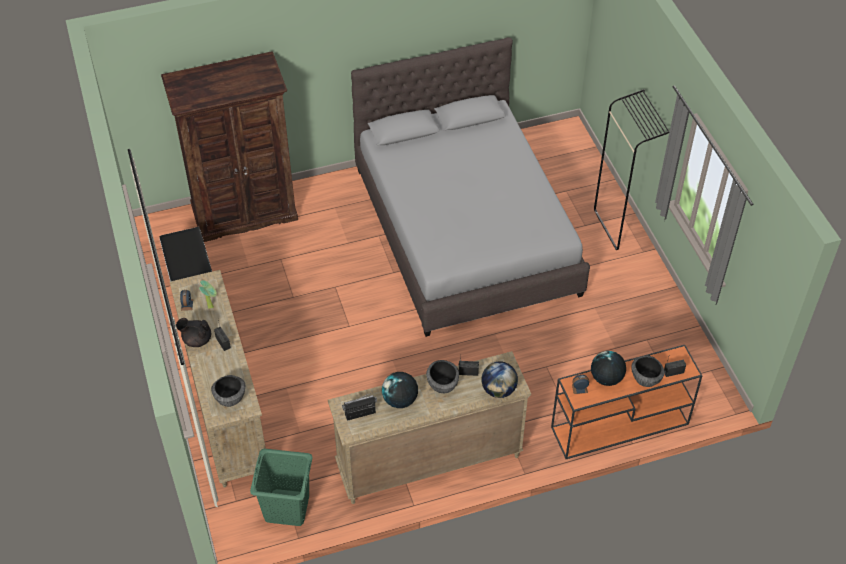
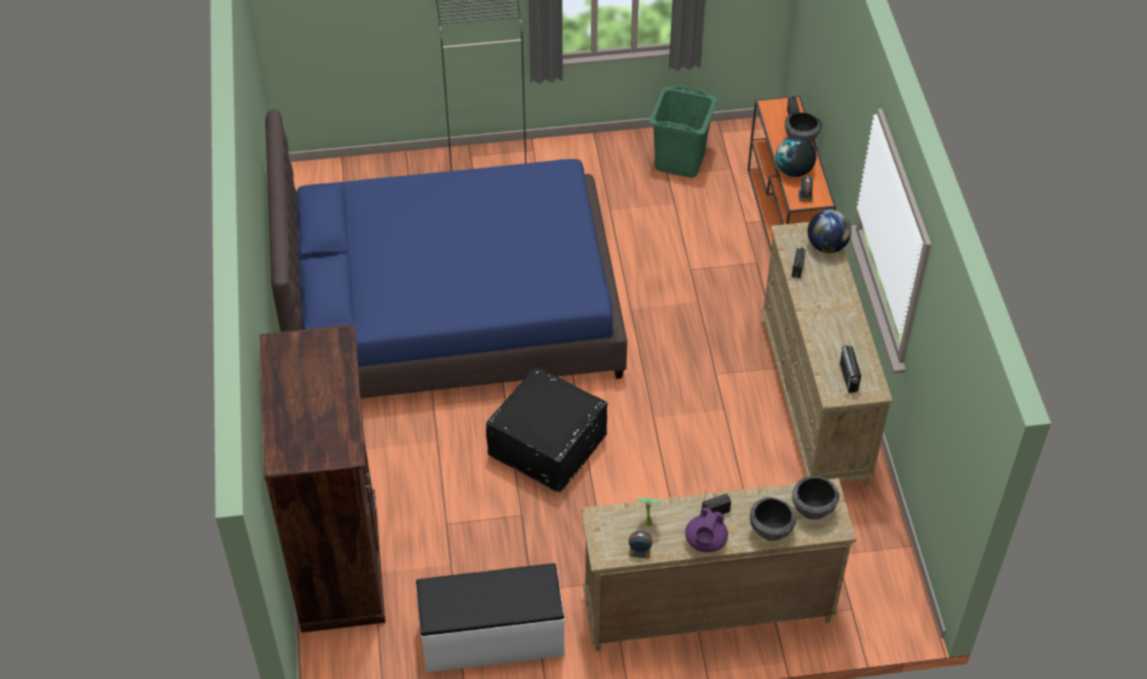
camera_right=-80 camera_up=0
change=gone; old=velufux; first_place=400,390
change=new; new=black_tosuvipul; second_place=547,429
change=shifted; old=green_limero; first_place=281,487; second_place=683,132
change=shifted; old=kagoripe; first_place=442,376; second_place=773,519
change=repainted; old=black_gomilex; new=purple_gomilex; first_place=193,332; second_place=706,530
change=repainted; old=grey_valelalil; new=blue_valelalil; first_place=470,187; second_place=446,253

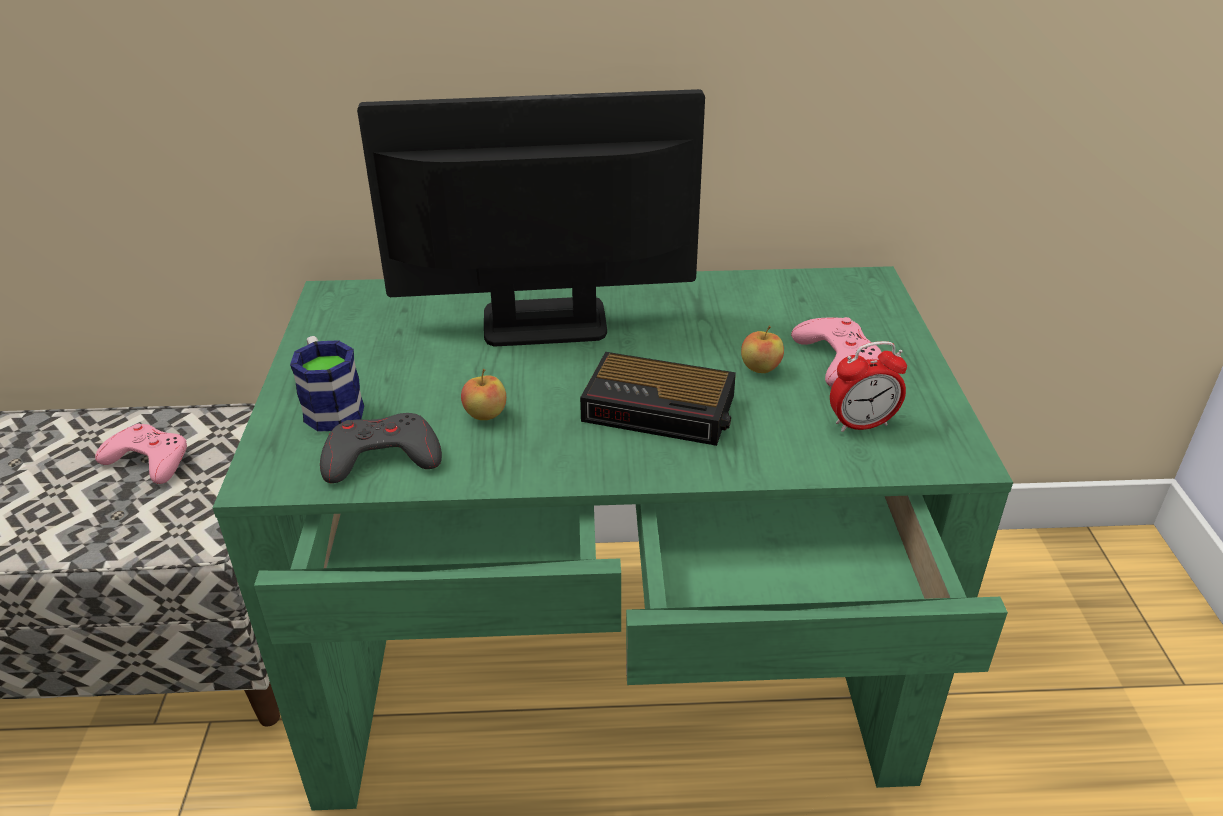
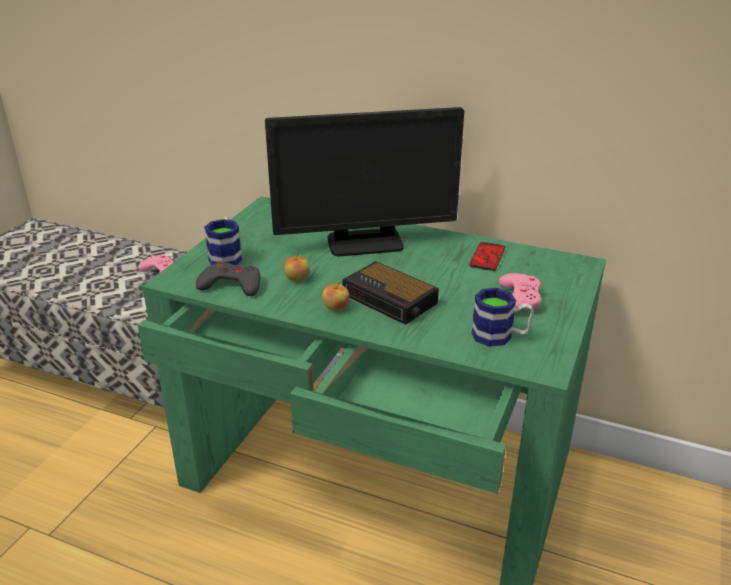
camera_right=25 camera_up=-5
change=new; new=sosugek; second_place=487,256
change=shifted; old=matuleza; first_place=762,349; second_place=335,296
change=swapped; old=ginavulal; new=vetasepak; first_place=868,386; second_place=503,317
change=rotated; old=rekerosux; first_place=531,218; second_place=364,182; degrees=150

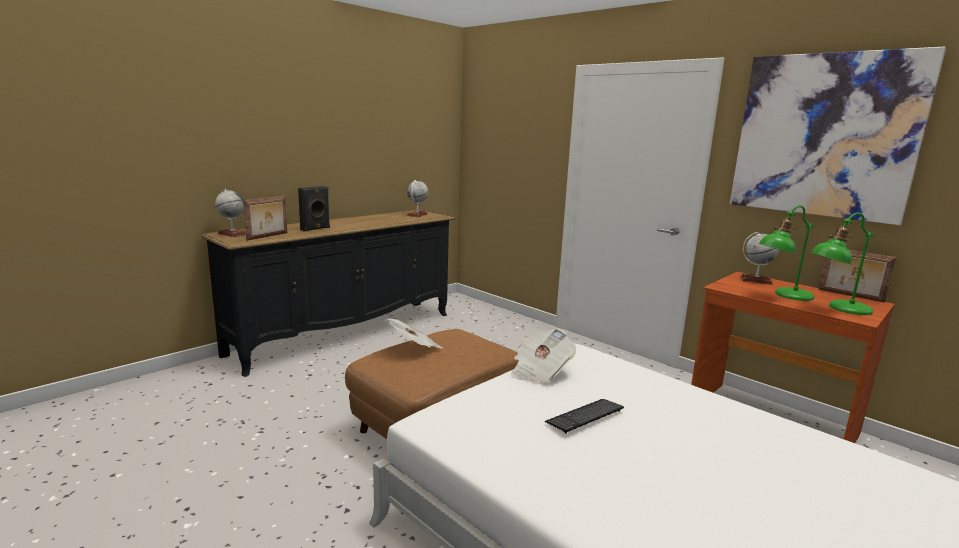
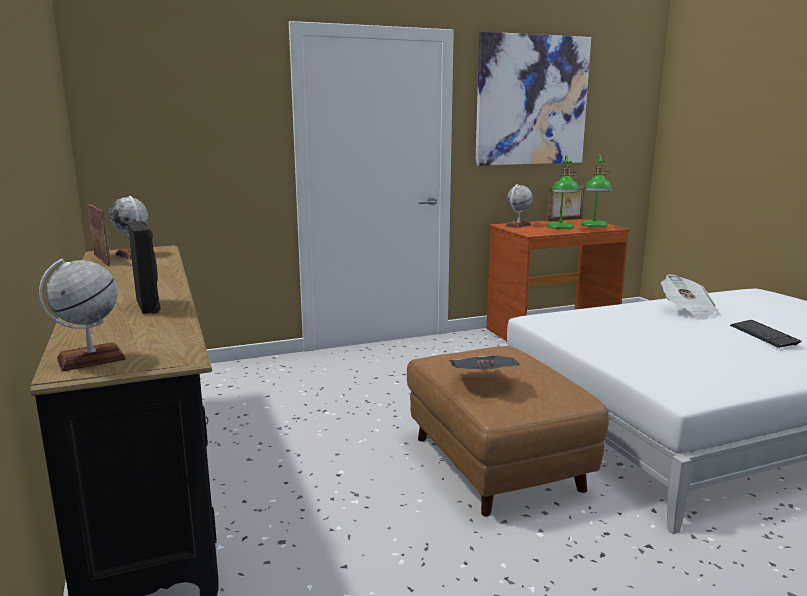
camera_right=-65 camera_up=0
change=shifted; old=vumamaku; first_place=265,218; second_place=99,235
change=shifted; old=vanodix; first_place=543,356; second_place=690,297
change=shifted; old=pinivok; first_place=584,416; second_place=766,334

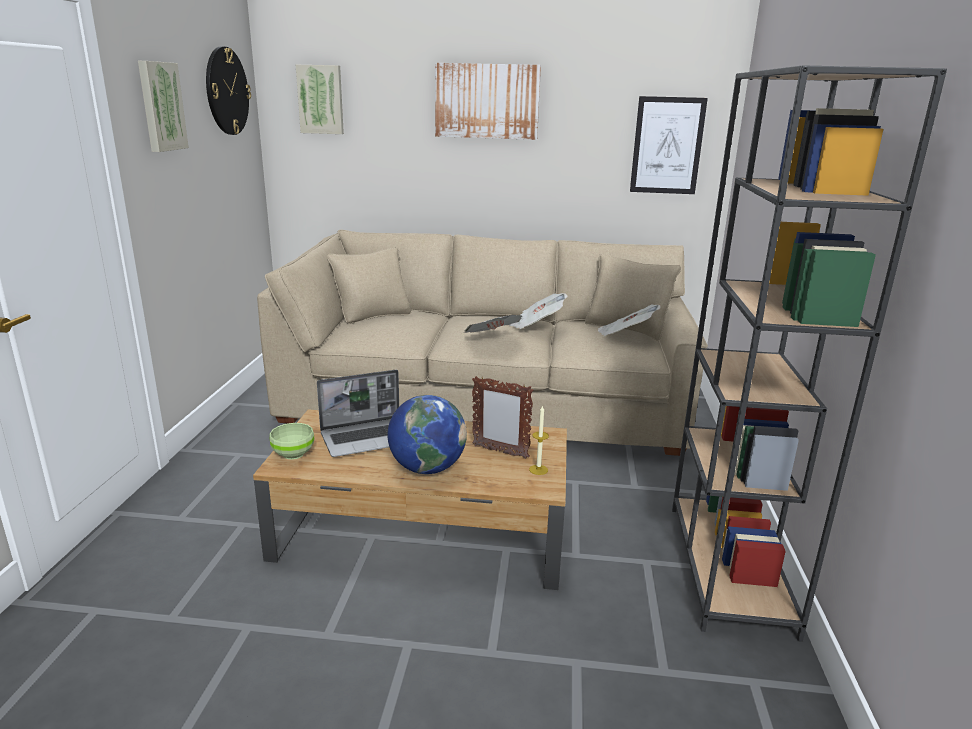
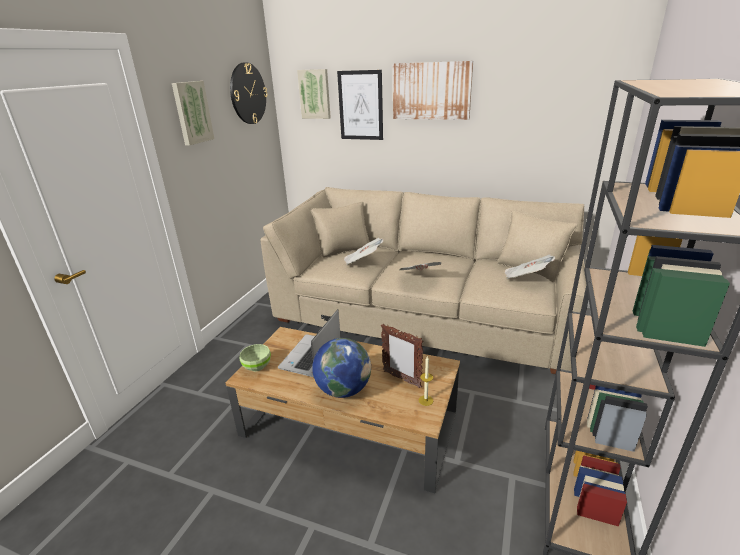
camera_right=15 camera_up=5
change=shifted; old=vanodix; first_place=539,311; second_place=363,251
change=shifted; old=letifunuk; first_place=669,145; second_place=360,105
change=rotated; old=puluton; first_place=358,413; second_place=309,343; degrees=120

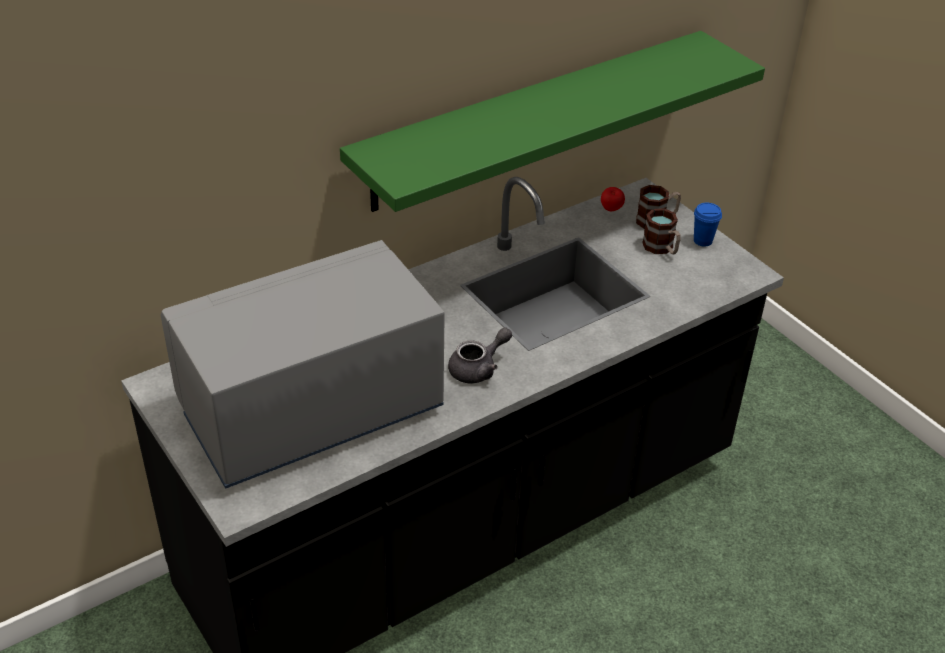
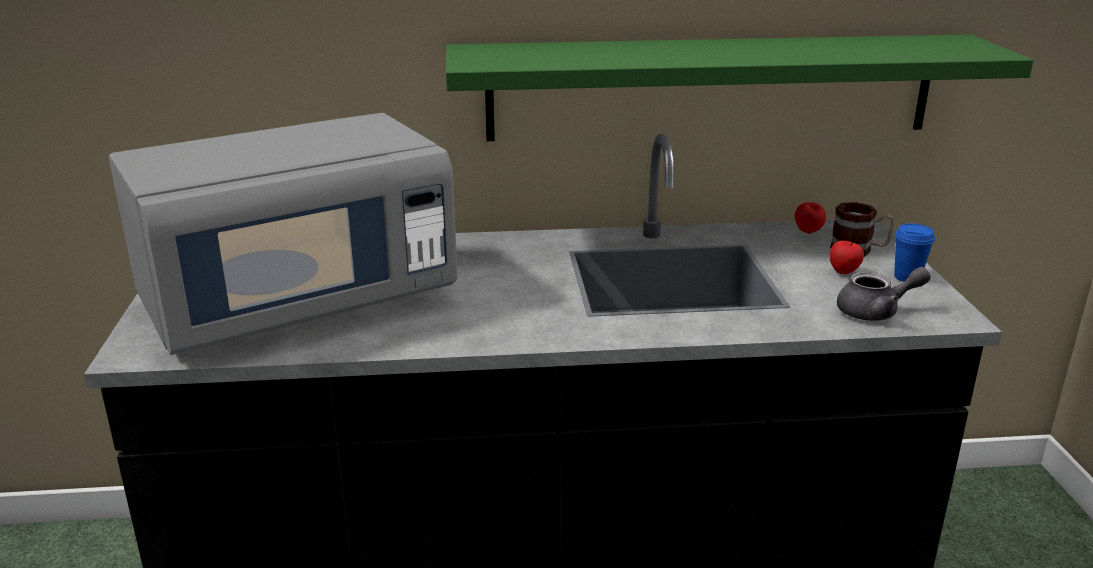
camera_right=30 camera_up=-15
change=shifted; old=grey_gomilex; first_place=480,355; second_place=884,294
change=swapped; old=vetasepak; new=matuleza; first_place=661,231; second_place=847,257
change=rotated; old=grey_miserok; first_place=302,364; second_place=283,234; degrees=150

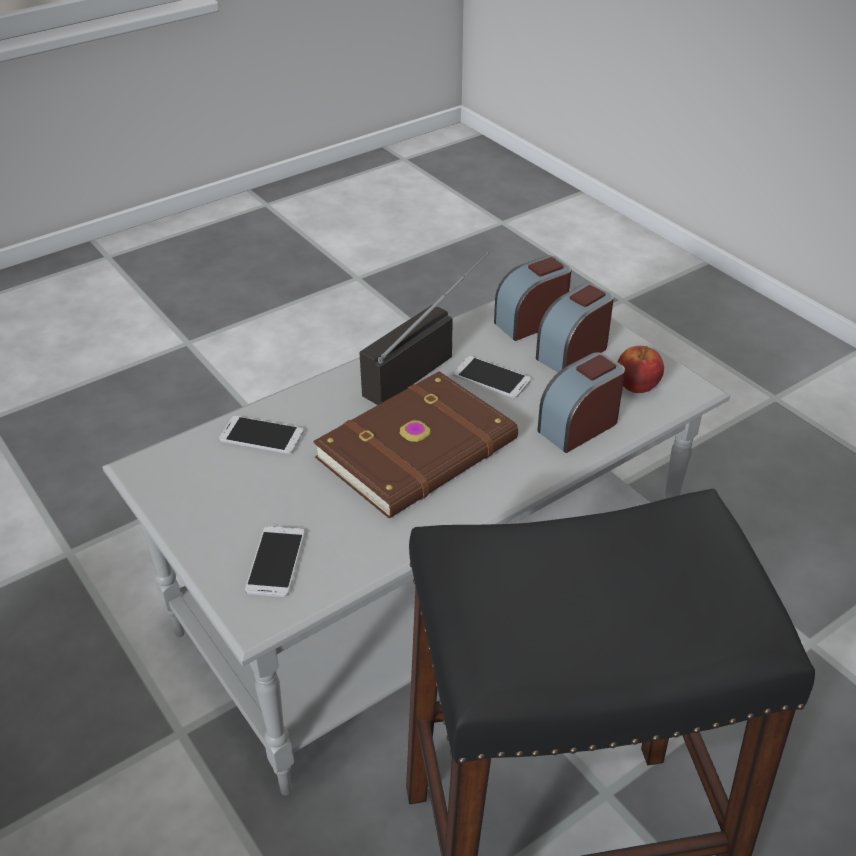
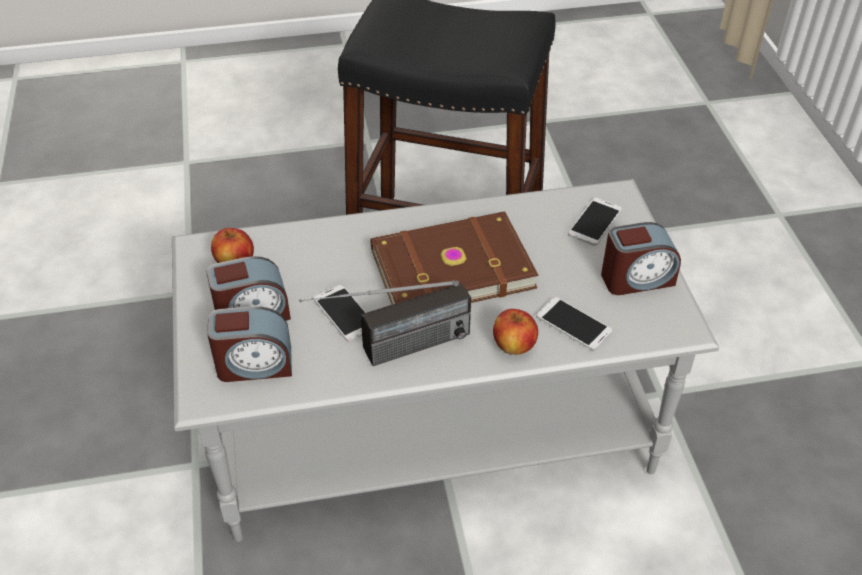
camera_right=-155 camera_up=5
change=new; new=matuleza; second_place=515,332
change=shifted; old=ginavulal; first_place=581,402; second_place=641,258

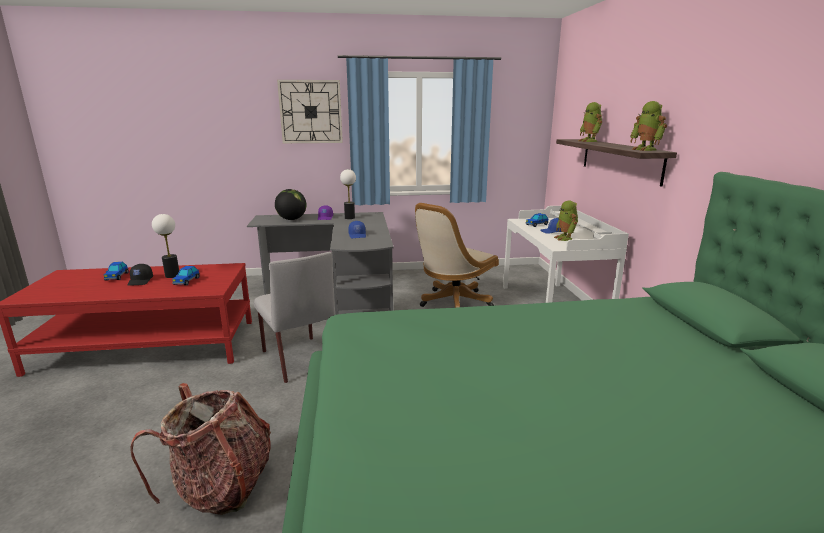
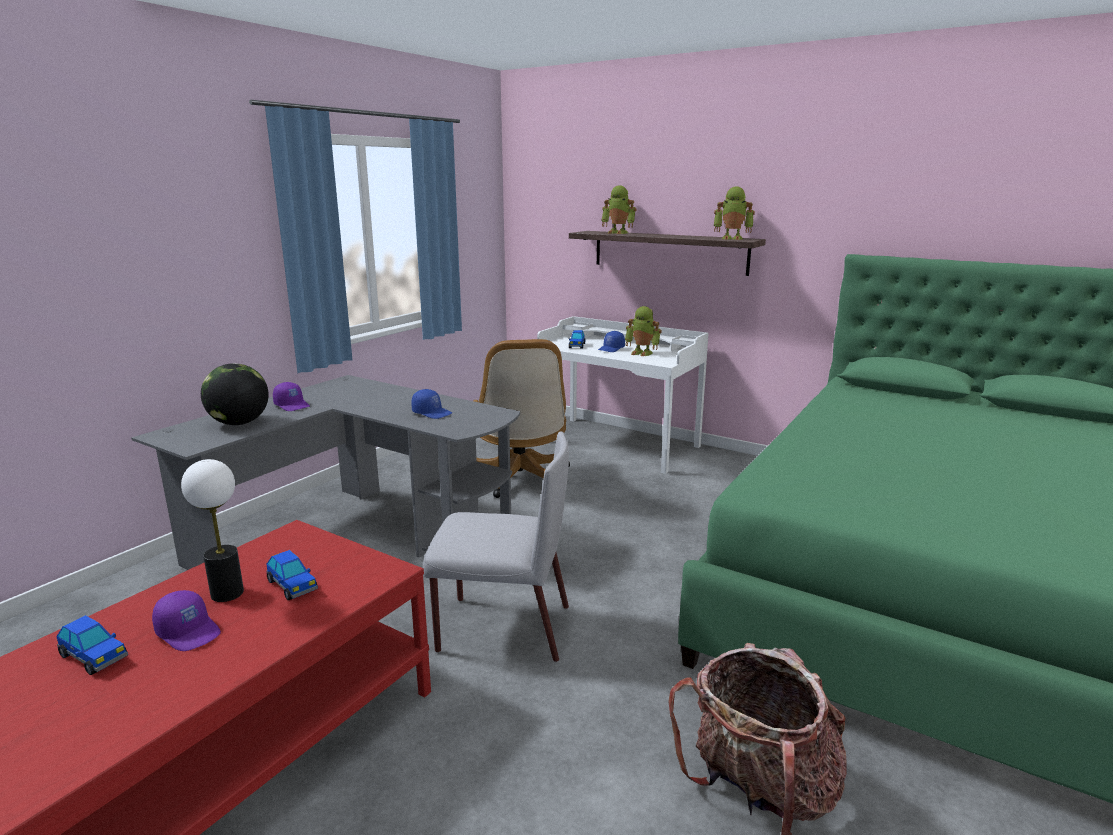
camera_right=-50 camera_up=0
change=gone; old=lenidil; first_place=310,111
change=gone; old=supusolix; first_place=348,194
change=repainted; old=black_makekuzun; new=purple_makekuzun; first_place=140,275; second_place=186,620

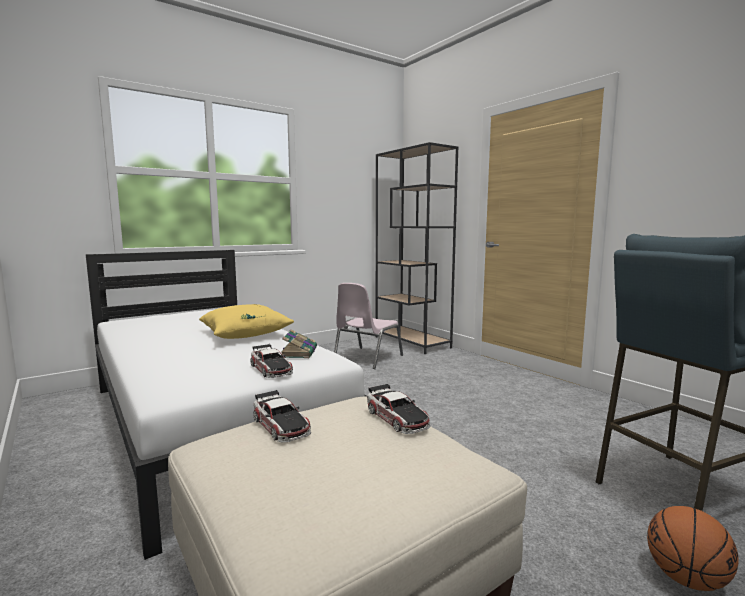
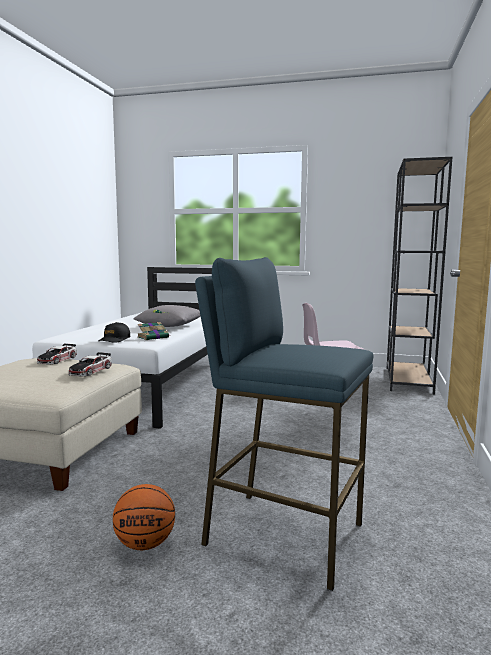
camera_right=50 camera_up=0
change=swapped; old=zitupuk; new=black_makekuzun; first_place=272,361; second_place=114,332
change=repainted; old=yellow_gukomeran; new=grey_gukomeran; first_place=246,321; second_place=167,316

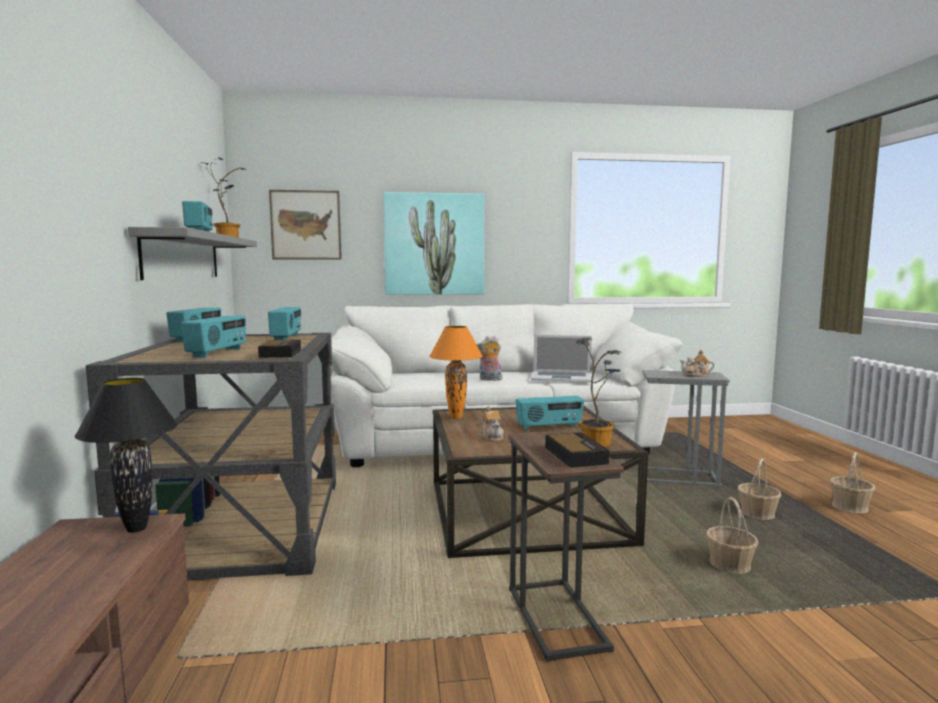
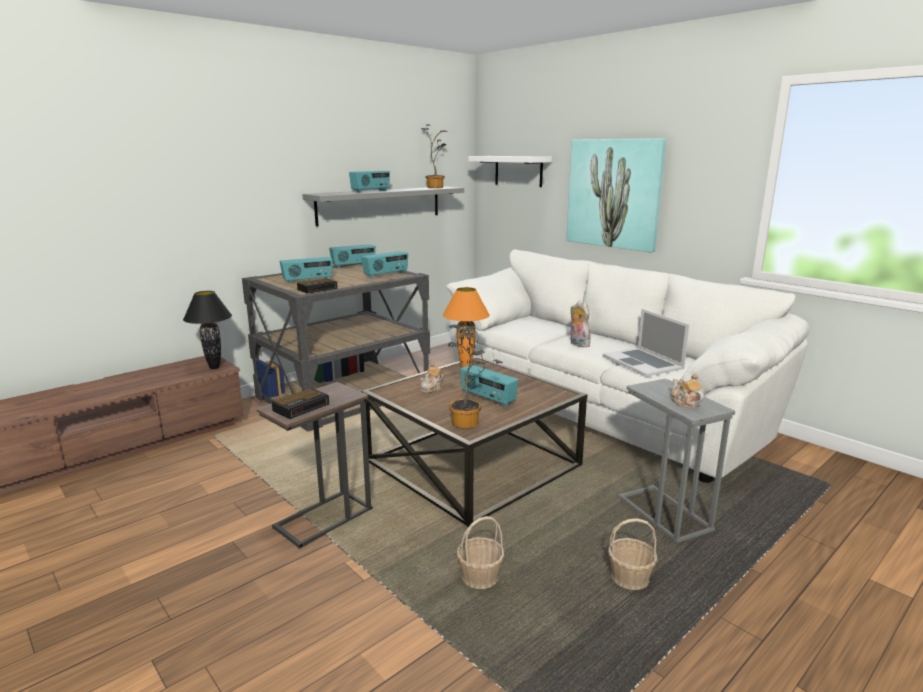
camera_right=55 camera_up=10
change=gone; old=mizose; first_place=852,483
change=swapped; old=letifunuk; new=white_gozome; first_place=305,225; second_place=510,171

